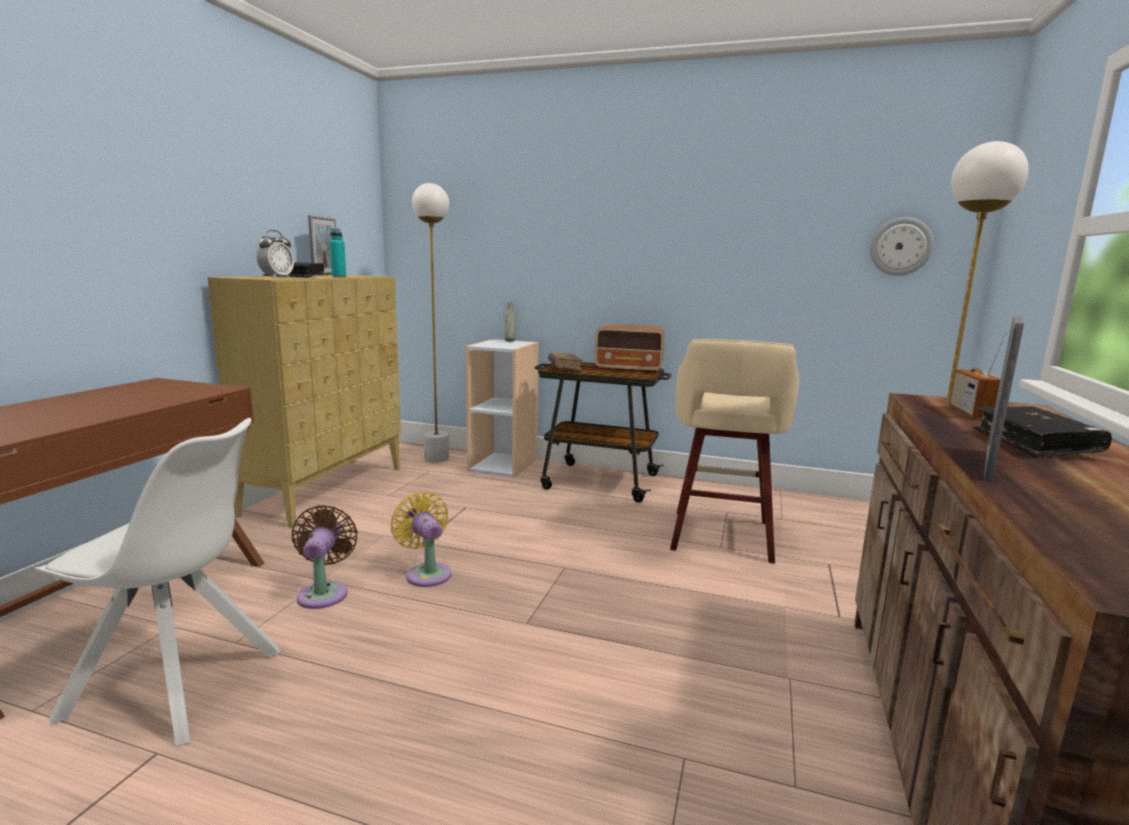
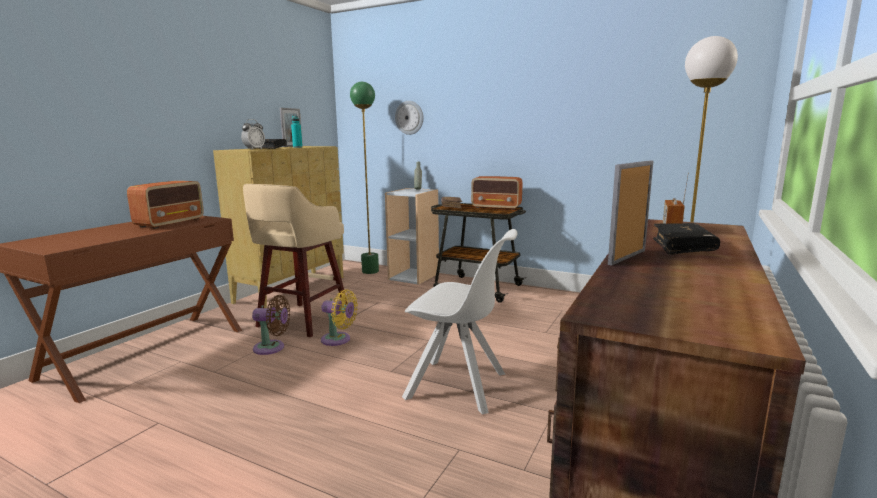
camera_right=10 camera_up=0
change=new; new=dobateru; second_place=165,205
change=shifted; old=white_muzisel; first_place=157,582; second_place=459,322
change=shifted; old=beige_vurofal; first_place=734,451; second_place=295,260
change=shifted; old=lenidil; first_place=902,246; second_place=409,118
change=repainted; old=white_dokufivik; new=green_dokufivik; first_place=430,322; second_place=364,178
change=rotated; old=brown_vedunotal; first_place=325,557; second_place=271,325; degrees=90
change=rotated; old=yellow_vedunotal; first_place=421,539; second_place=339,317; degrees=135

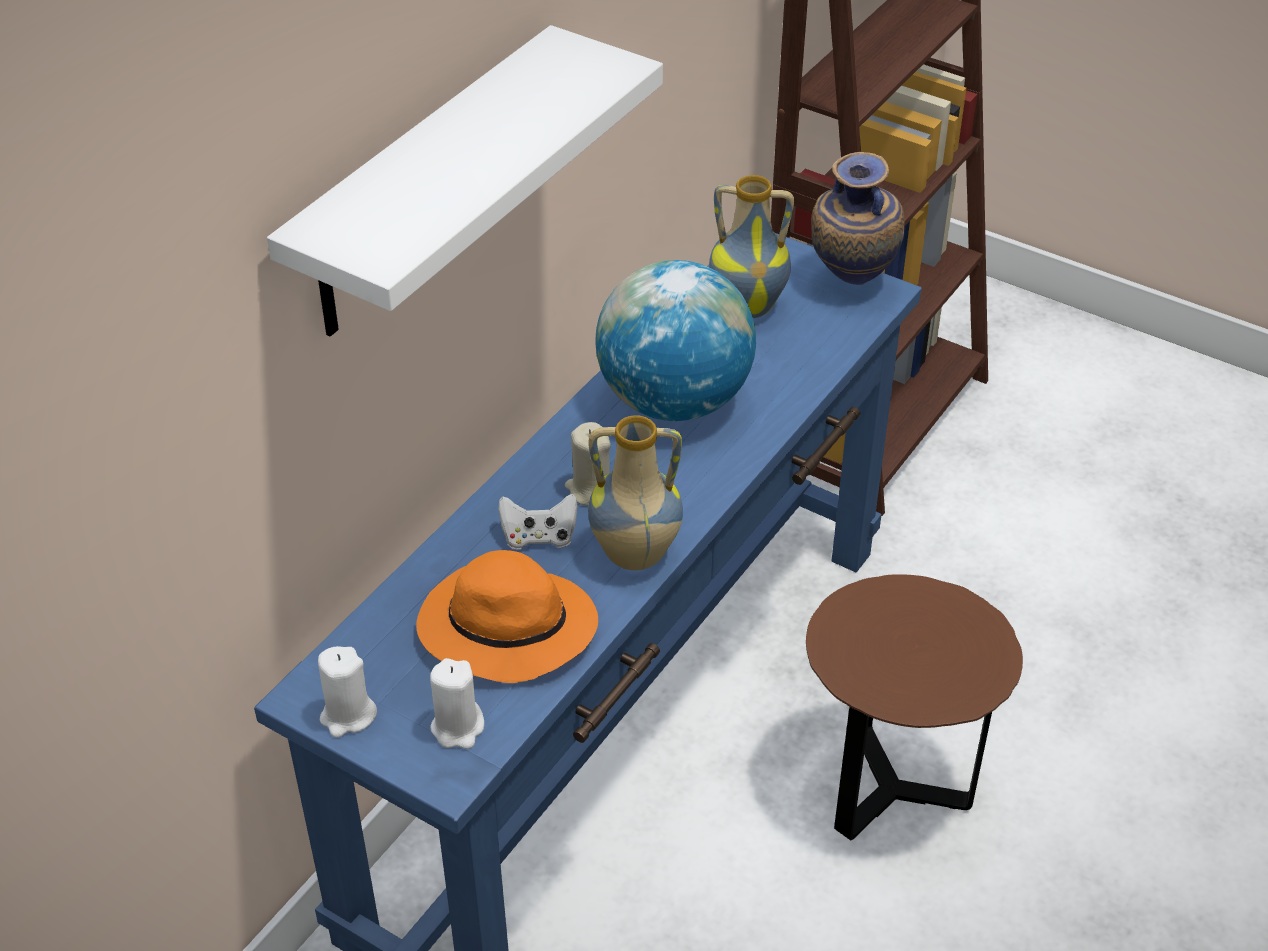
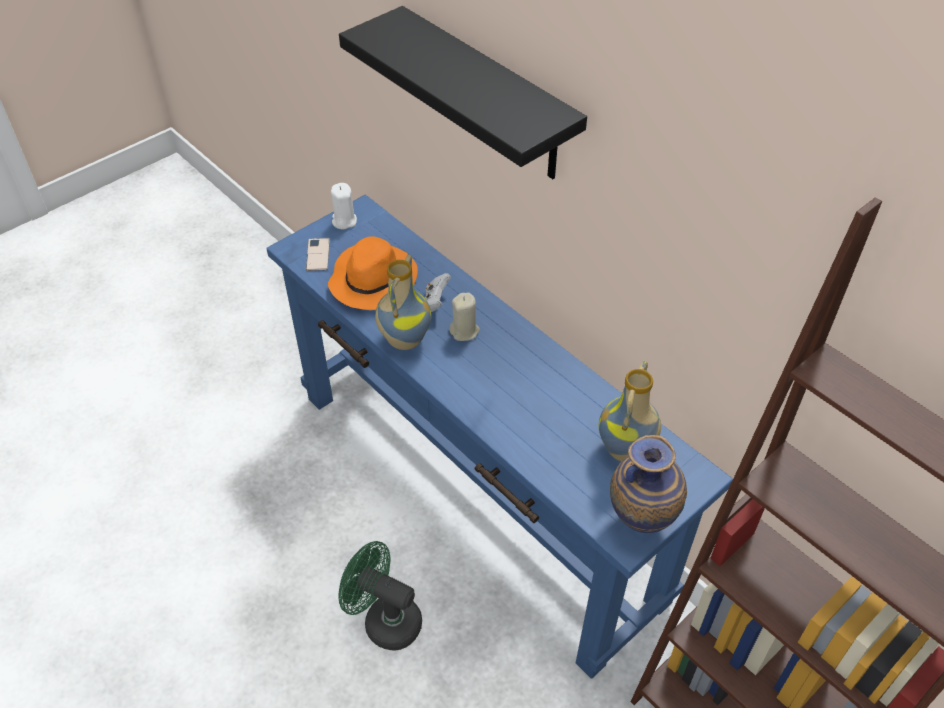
camera_right=105 camera_up=5
change=gone; old=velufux; first_place=675,340
change=swapped; old=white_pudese; new=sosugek; first_place=457,703; second_place=318,254
change=swapped; old=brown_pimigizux; new=green_vedunotal; first_place=914,707; second_place=380,596
change=repainted; old=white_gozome; new=black_gozome; first_place=465,181; second_place=463,92

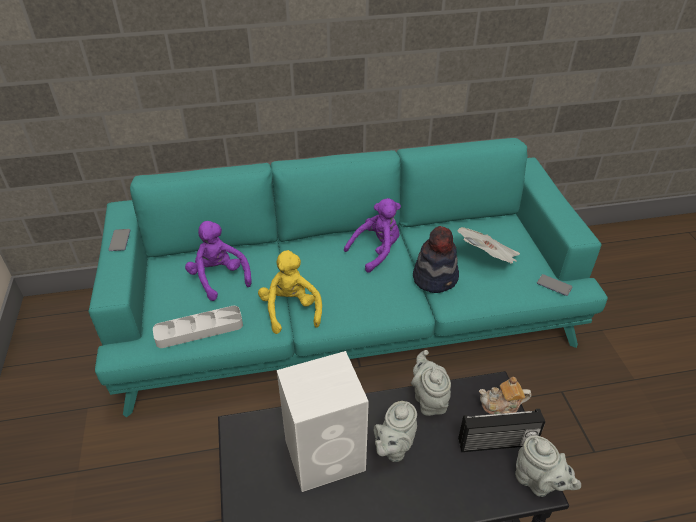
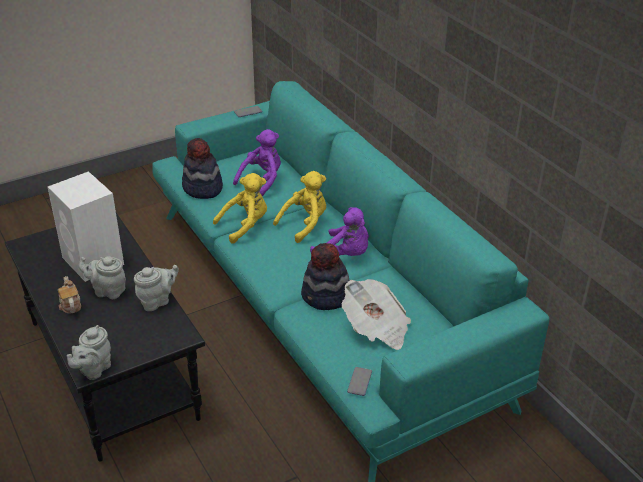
camera_right=70 camera_up=-5
change=gone; old=dobateru; first_place=501,430
change=new; new=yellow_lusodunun; second_place=299,207
change=shifted; old=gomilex; first_place=505,395; second_place=69,294
change=swapped; old=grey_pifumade; new=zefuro; first_place=198,327; second_place=202,168

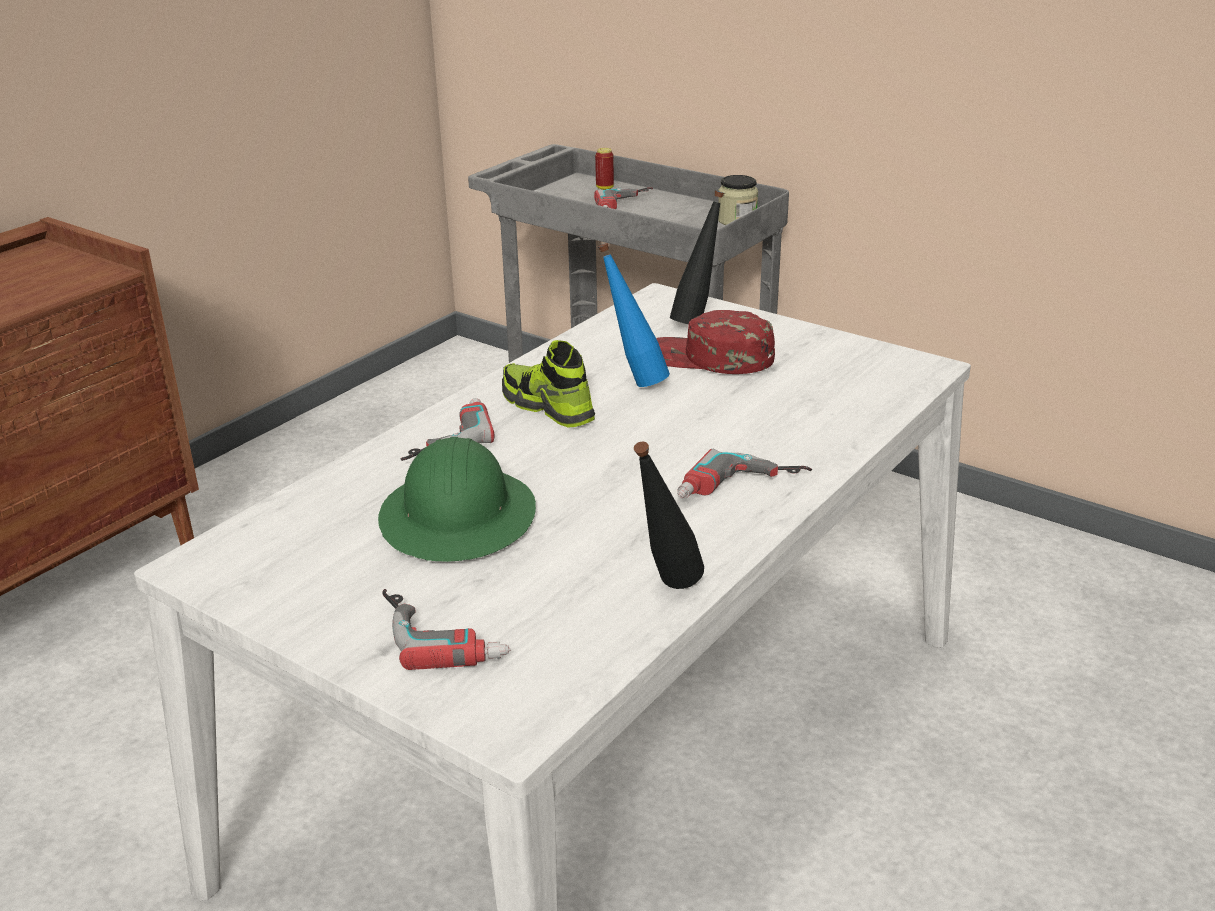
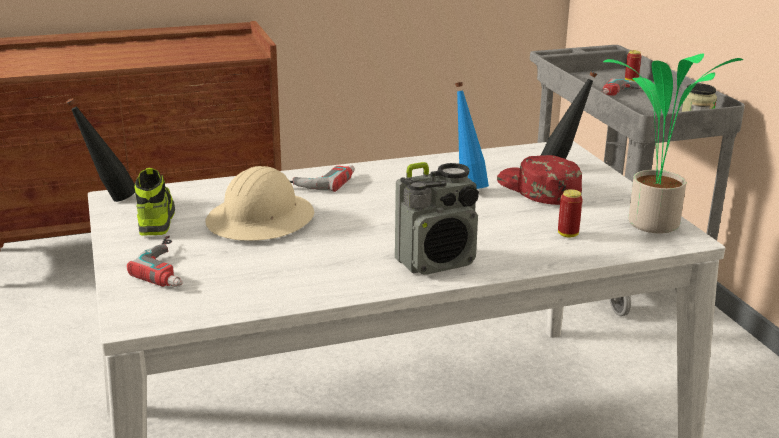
camera_right=35 camera_up=-5
change=new; new=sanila; second_place=570,213
change=new; new=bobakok; second_place=673,143
change=shifted; old=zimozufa; first_place=548,383; second_place=154,202
change=shifted; old=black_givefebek; first_place=669,515; second_place=100,150
change=swapped; old=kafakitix; new=dobateru; first_place=744,473; second_place=437,218
change=repainted; old=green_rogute; new=beige_rogute; first_place=457,499; second_place=259,203

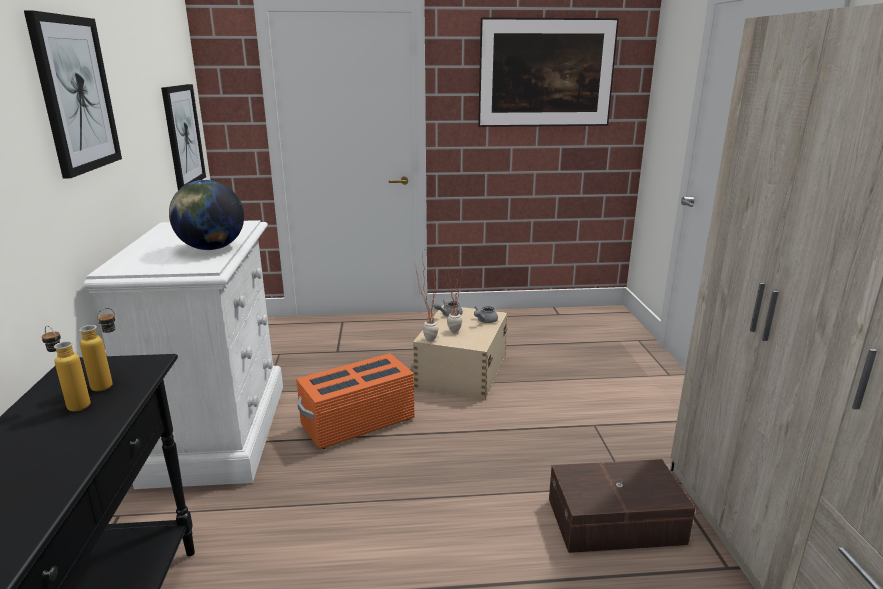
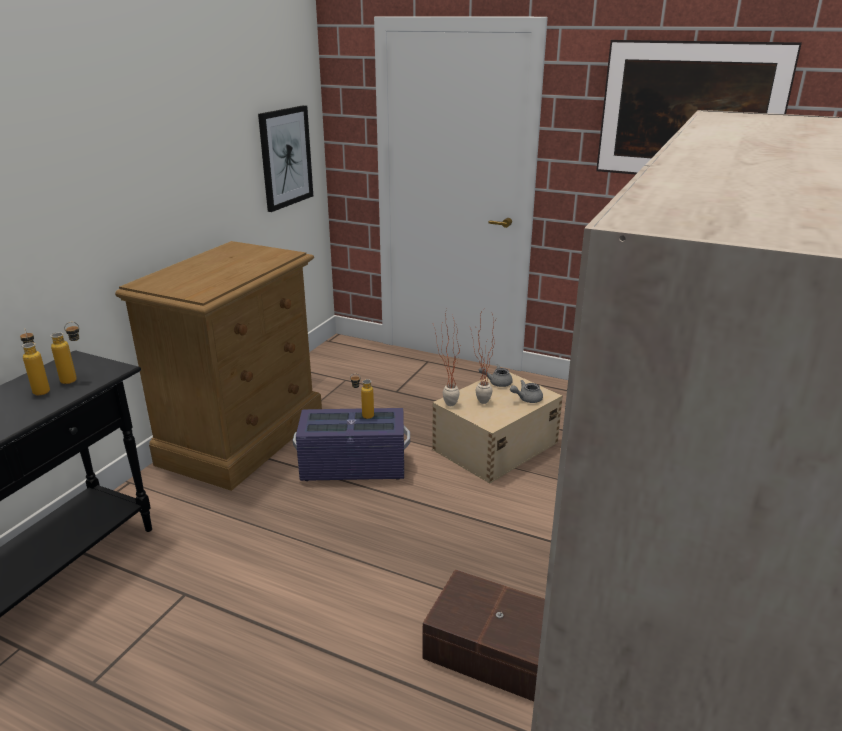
camera_right=30 camera_up=5
change=gone; old=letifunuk; first_place=73,94
change=gone; old=velufux; first_place=206,215
change=new; new=givefebek; second_place=362,396
change=repainted; old=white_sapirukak; new=brown_sapirukak; first_place=183,354; second_place=218,366
change=repainted; old=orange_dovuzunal; new=purple_dovuzunal; first_place=355,401; second_place=351,444

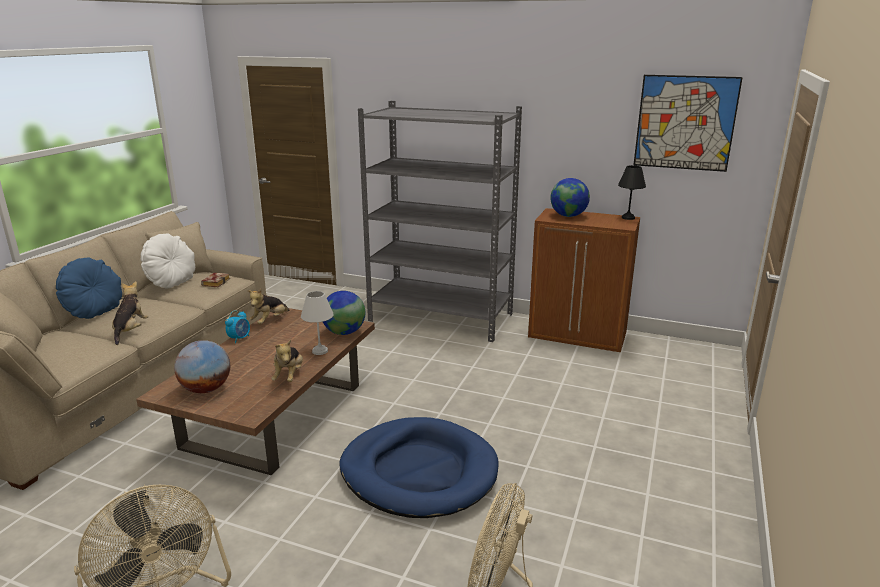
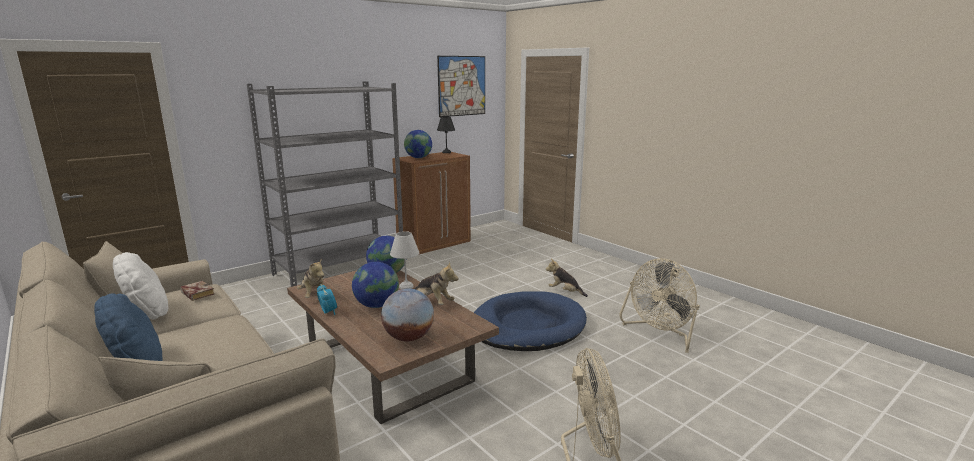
camera_right=-60 camera_up=-5
change=new; new=velufux; second_place=375,285
change=shifted; old=lusodunun; first_place=130,313; second_place=567,278

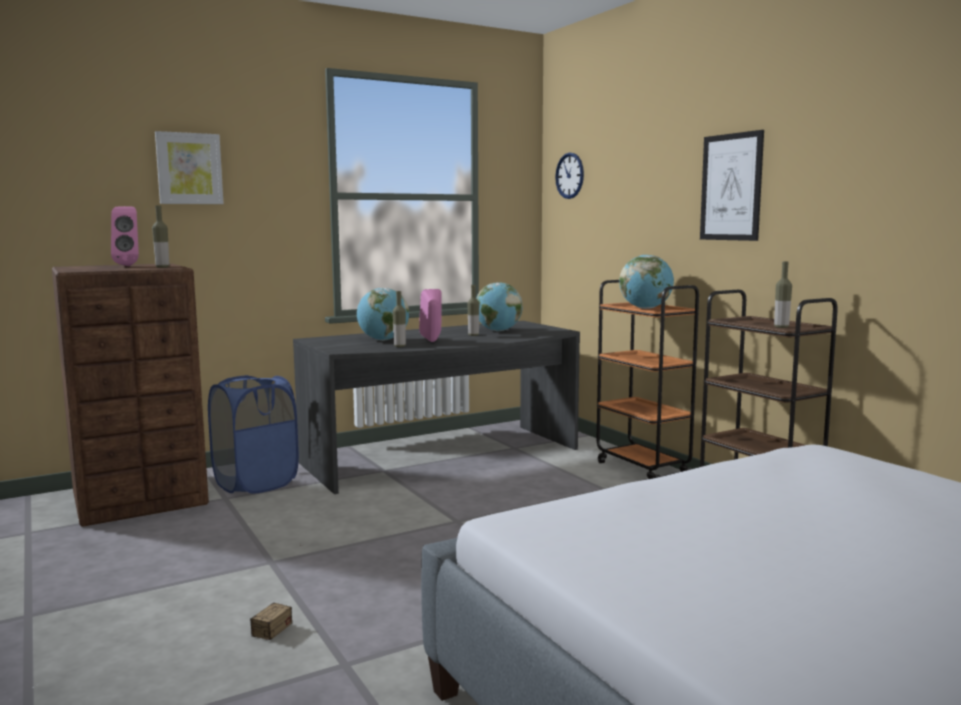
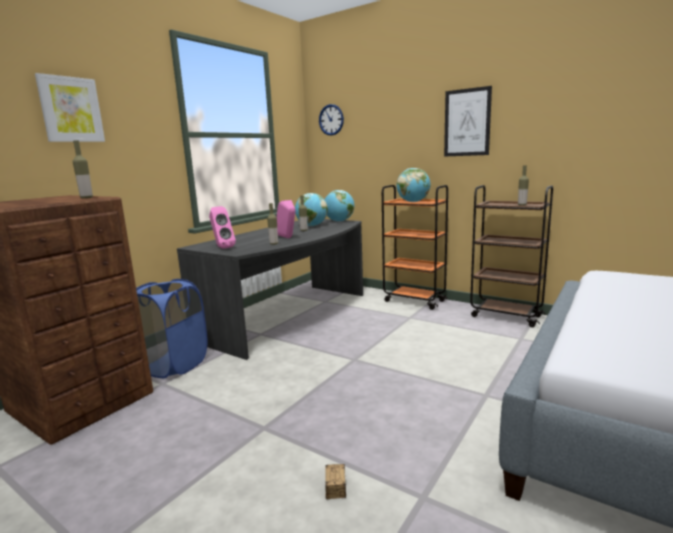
camera_right=-25 camera_up=5
change=shifted; old=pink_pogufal; first_place=125,236; second_place=222,227
change=shifted; old=velufux; first_place=383,314; second_place=339,206

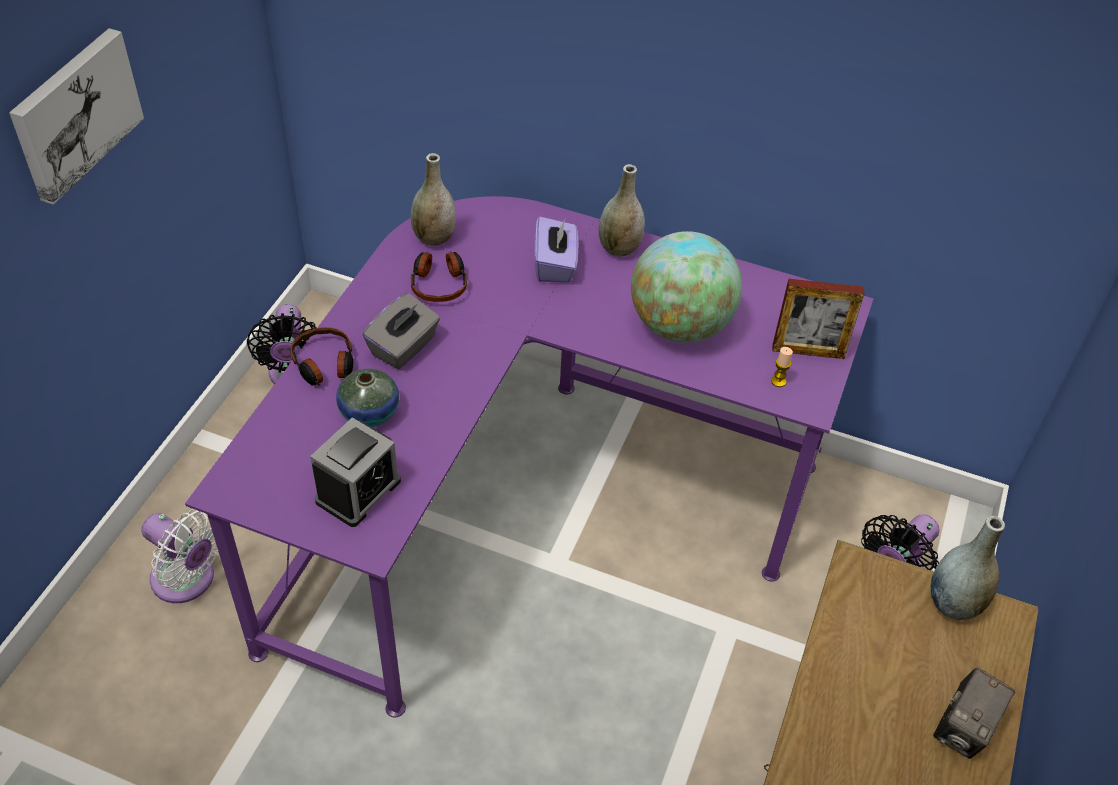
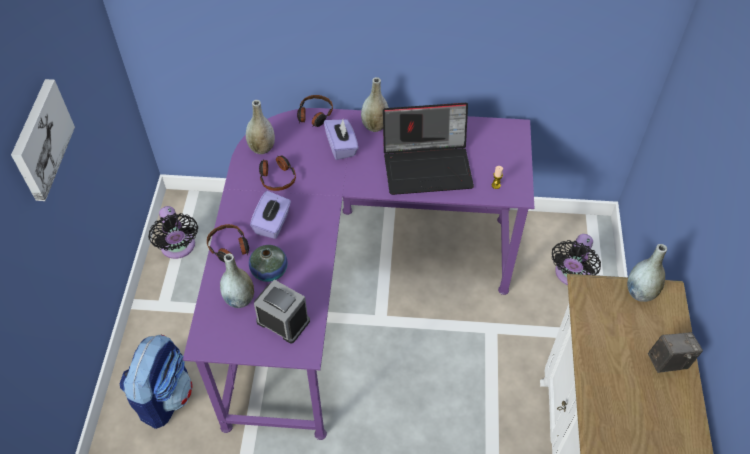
camera_right=-15 camera_up=5
change=gone; old=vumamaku; first_place=818,319
change=new; new=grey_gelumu; second_place=237,280
change=new; new=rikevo; second_place=315,111
change=swapped; old=white_vedunotal; new=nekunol; first_place=179,556; second_place=156,382
change=swapped; old=velufux; new=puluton; first_place=686,287; second_place=428,149
change=repainted; old=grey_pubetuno; new=purple_pubetuno; first_place=401,331; second_place=270,215
change=rotated; old=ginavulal; first_place=355,472; second_place=282,311; degrees=-75
change=rotated; old=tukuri; first_place=974,713; second_place=675,352; degrees=-120

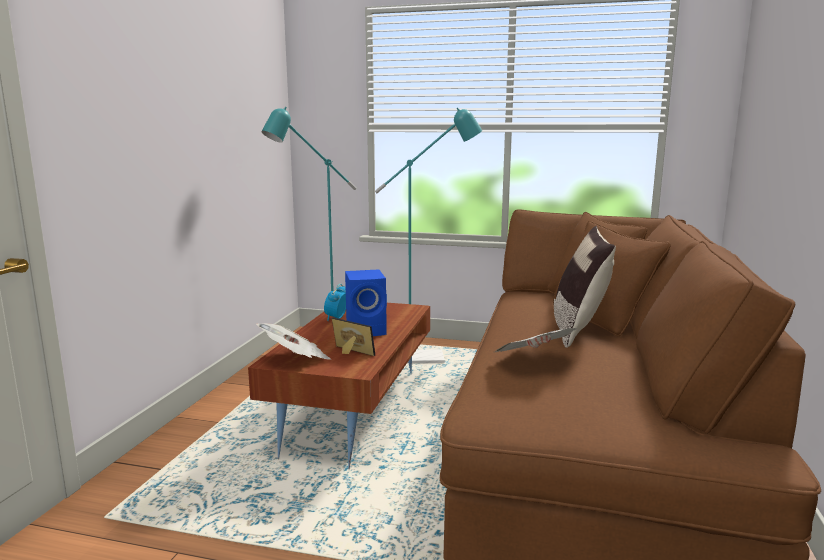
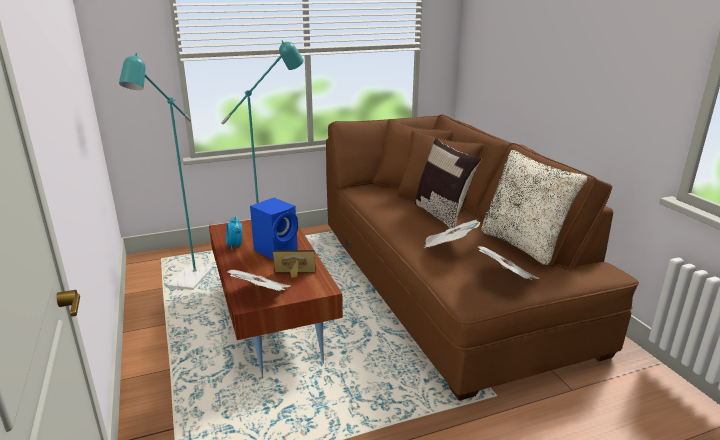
camera_right=-35 camera_up=10
change=new; new=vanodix; second_place=509,263
change=new; new=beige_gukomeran; second_place=535,207

